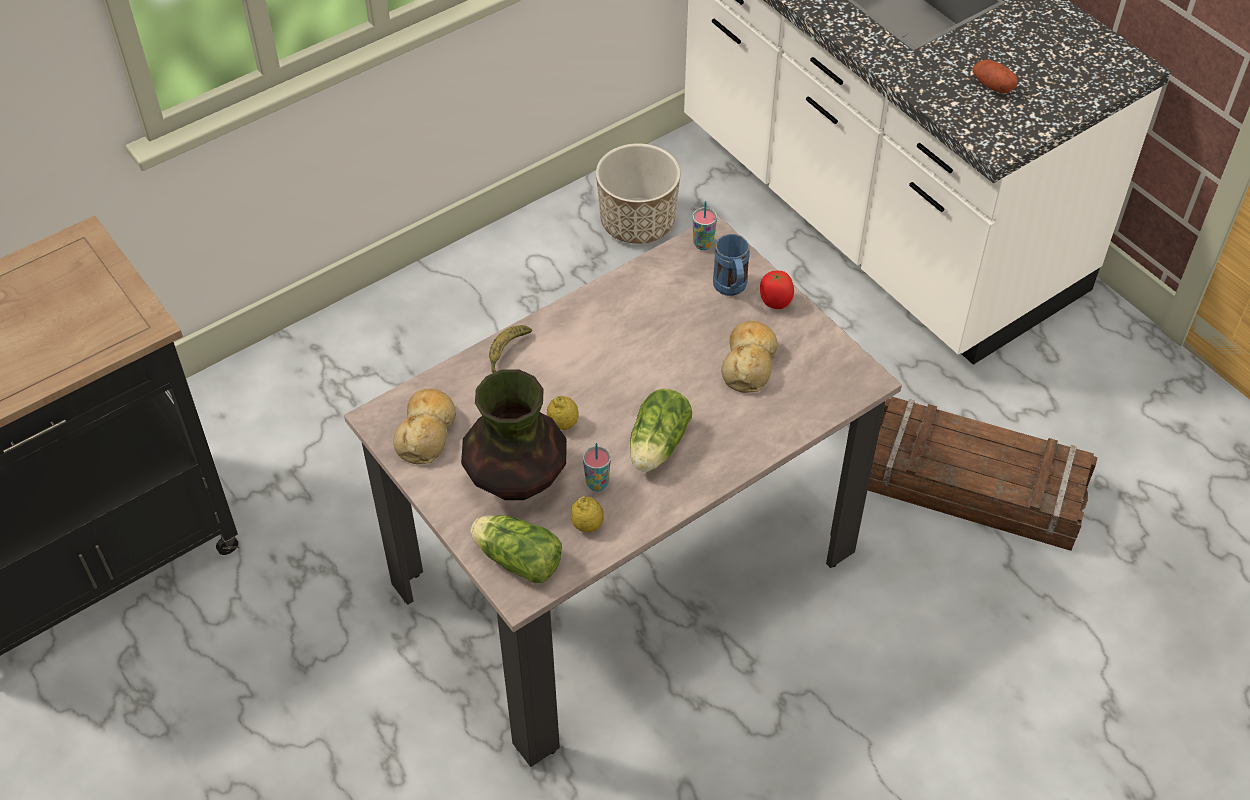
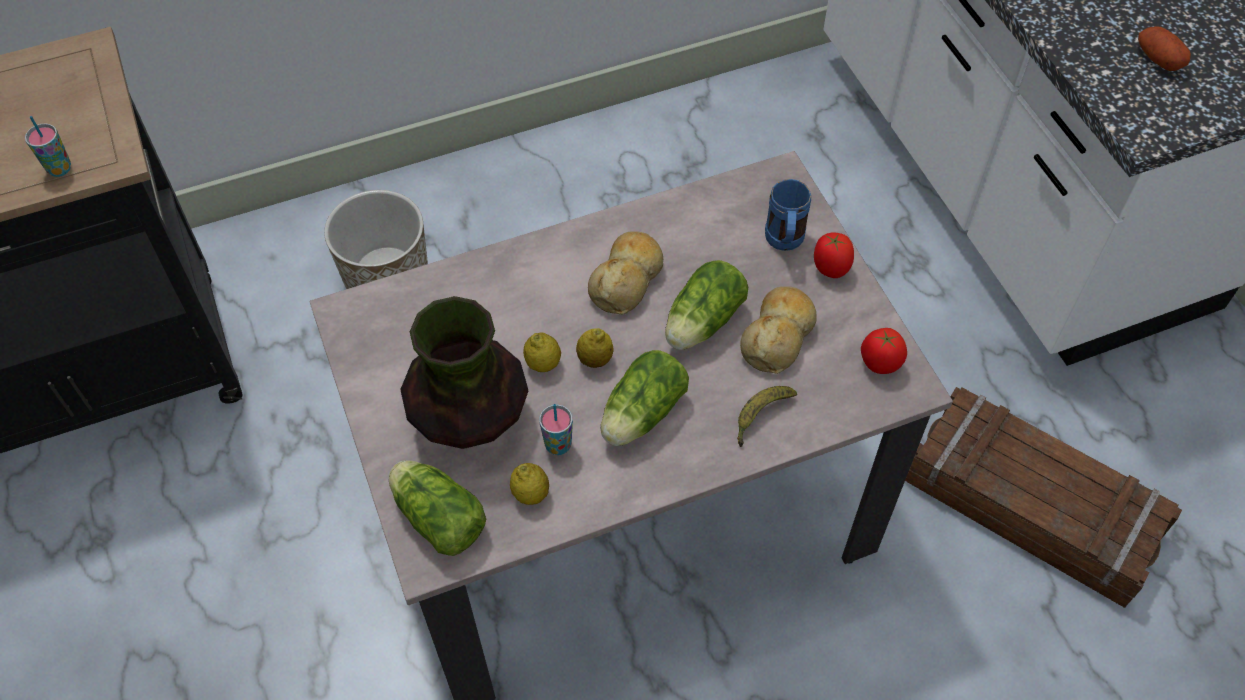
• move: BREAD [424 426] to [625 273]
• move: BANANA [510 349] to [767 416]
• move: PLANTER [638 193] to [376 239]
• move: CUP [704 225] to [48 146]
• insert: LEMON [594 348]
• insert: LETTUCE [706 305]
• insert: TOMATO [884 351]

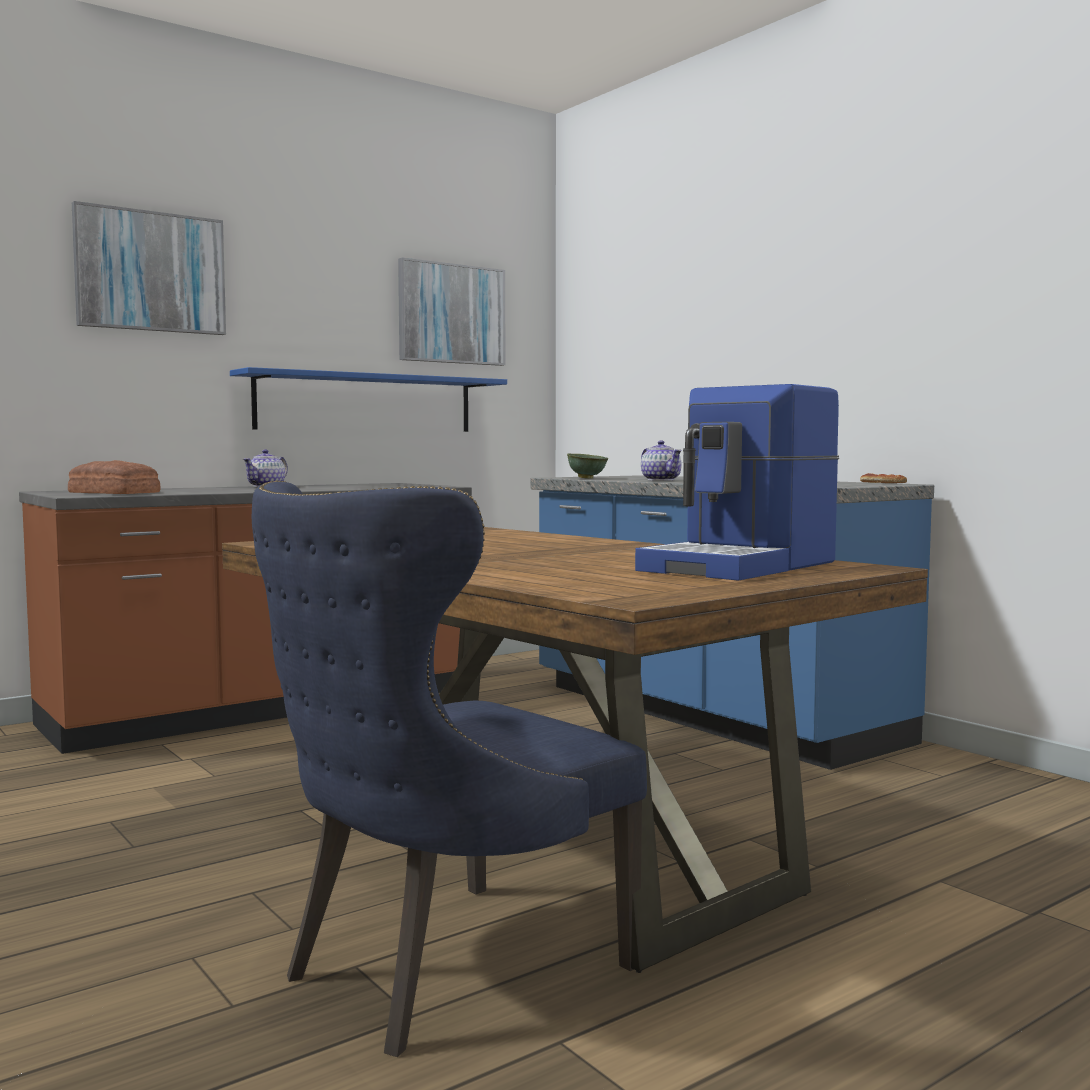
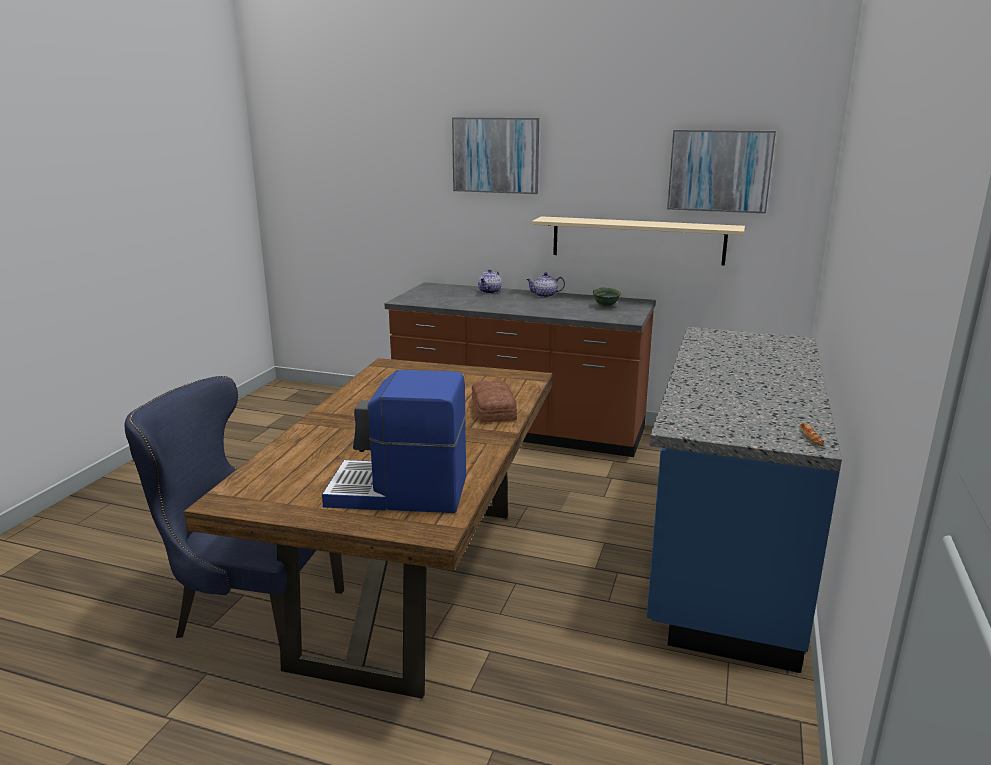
• move: BREAD [114 477] to [494 401]
• recolor: BLUE SHELF [368 399] to BEIGE SHELF [638 241]
• move: GREEN BOWL [587 466] to [607 298]
• move: TEAPOT [661 460] to [490 281]

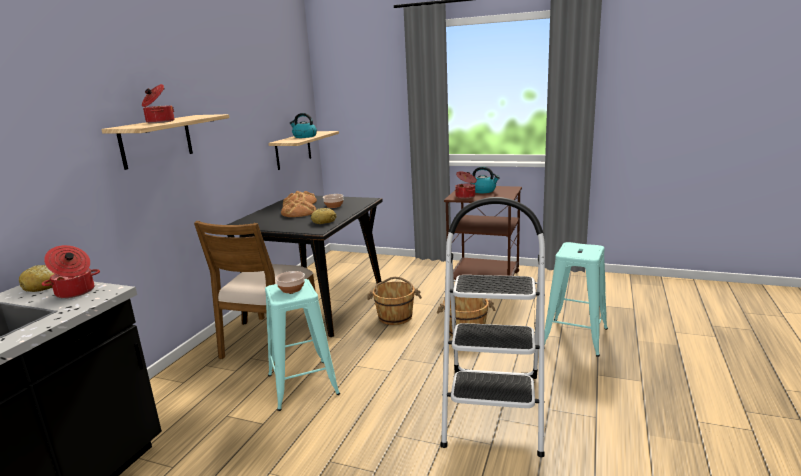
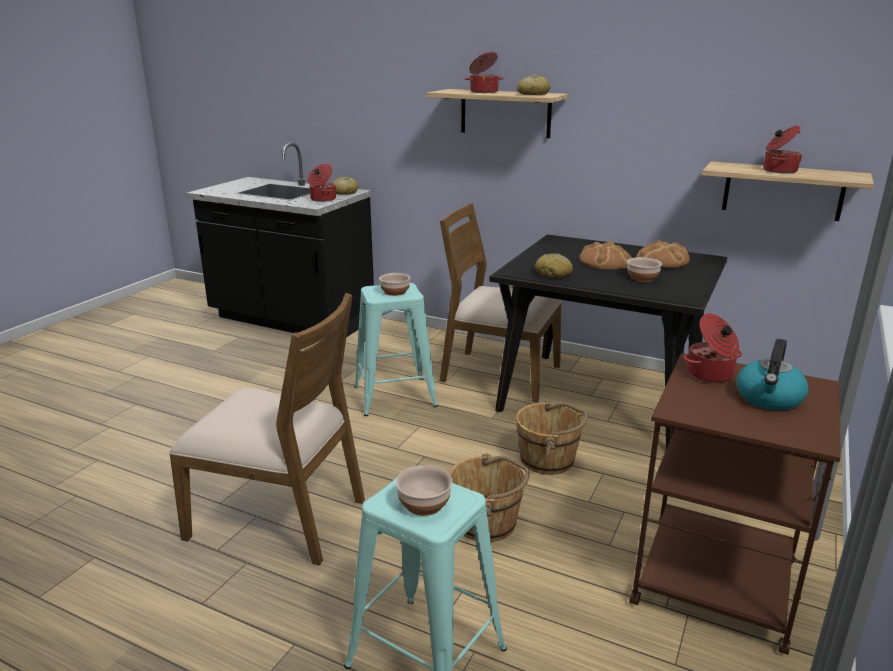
• replace: KETTLE [303 125] to COOKING POT [782 149]
• replace: STEP LADDER [493 327] to BROWN CHAIR [267 429]
• insert: BOWL [424 490]
• insert: BREAD [533 84]

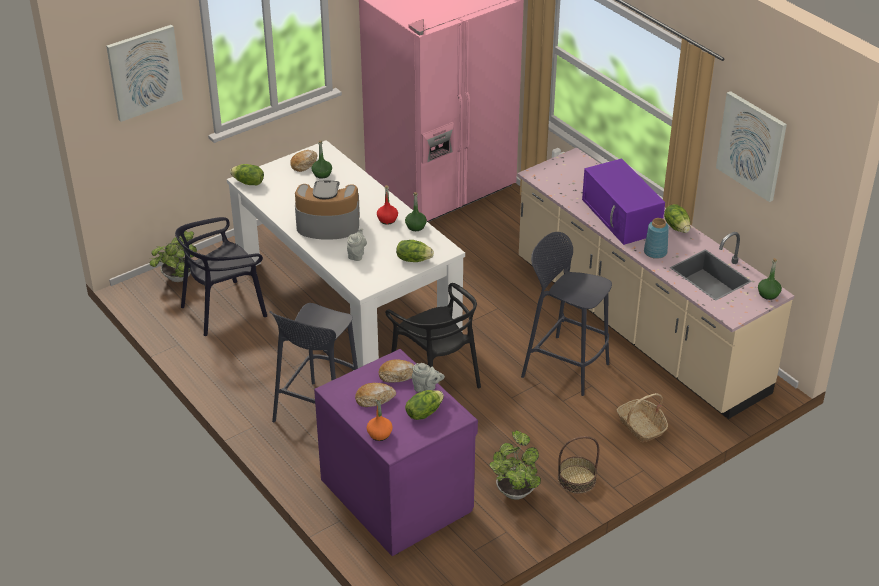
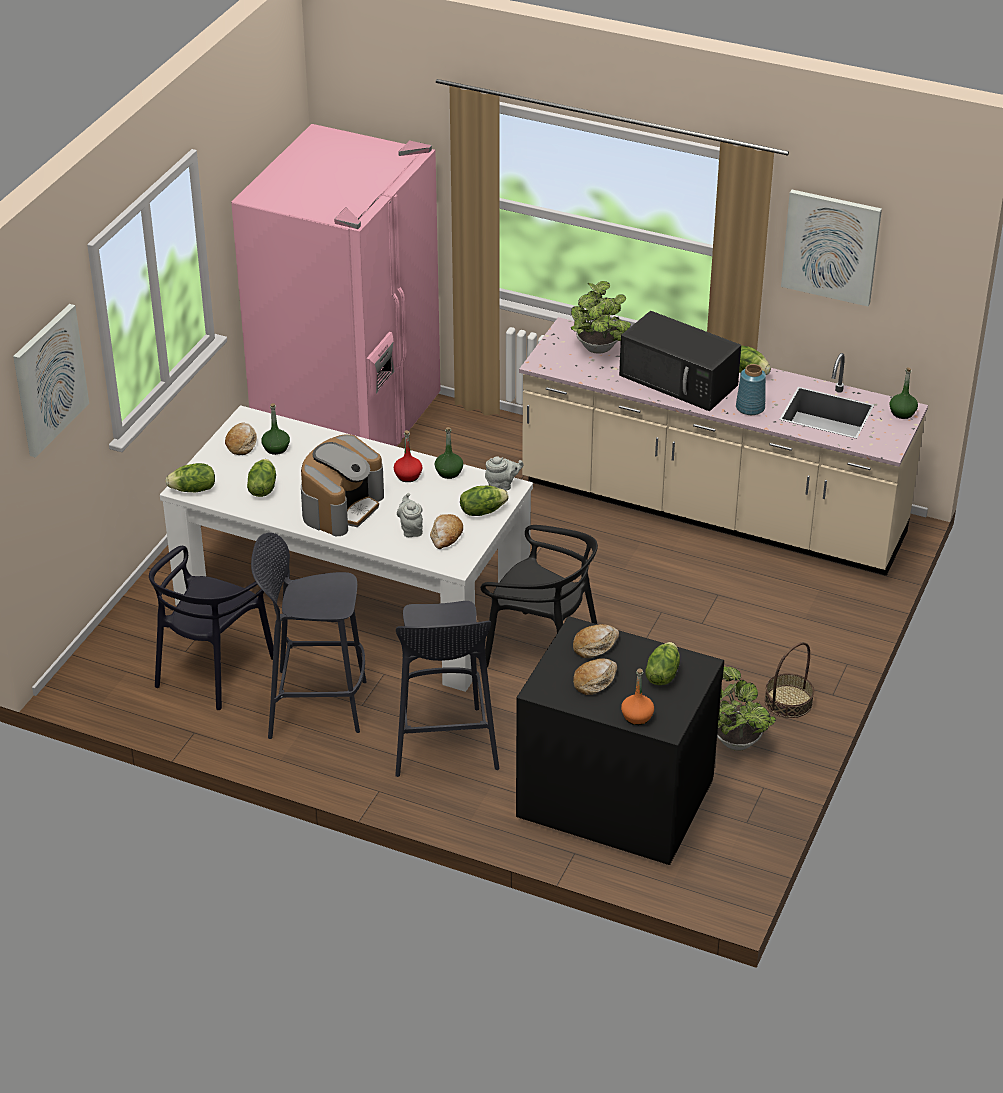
• move: POTTED PLANT [173 256] to [601 317]
• rotate: COFFEE MACHINE [327 210] = [342 485] 150 degrees clockwise
• recolor: PURPLE WASHING MACHINE [396 452] to BLACK WASHING MACHINE [620 740]
• move: GREY TEAPOT [428 377] to [504 473]
• move: GREY STOOL [566 314] to [309 636]
• recolor: PURPLE MICROWAVE [623 201] to BLACK MICROWAVE [680 361]
• delete: BASKET [642 417]
• insert: LETTUCE [261 478]
• insert: BREAD [446 531]

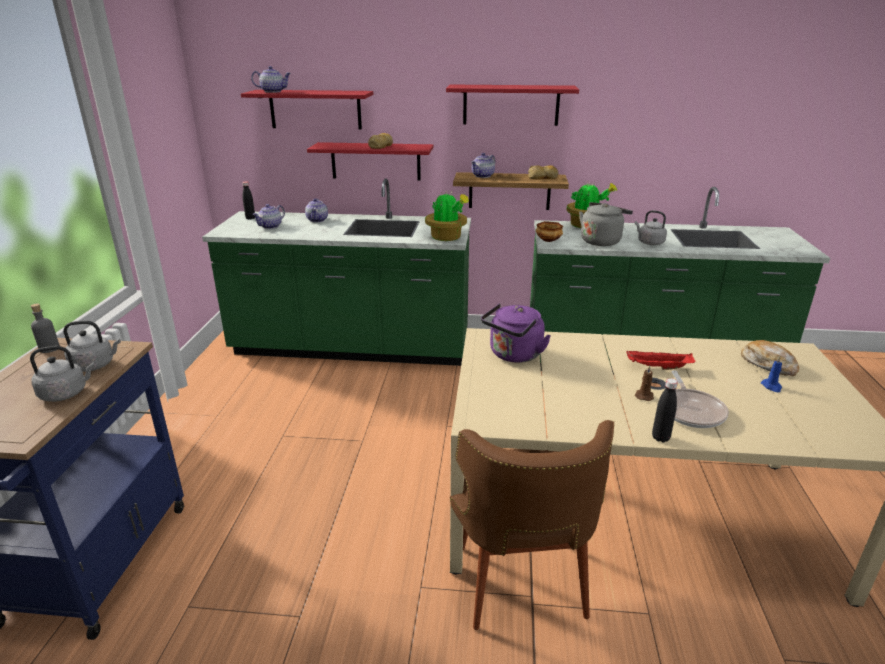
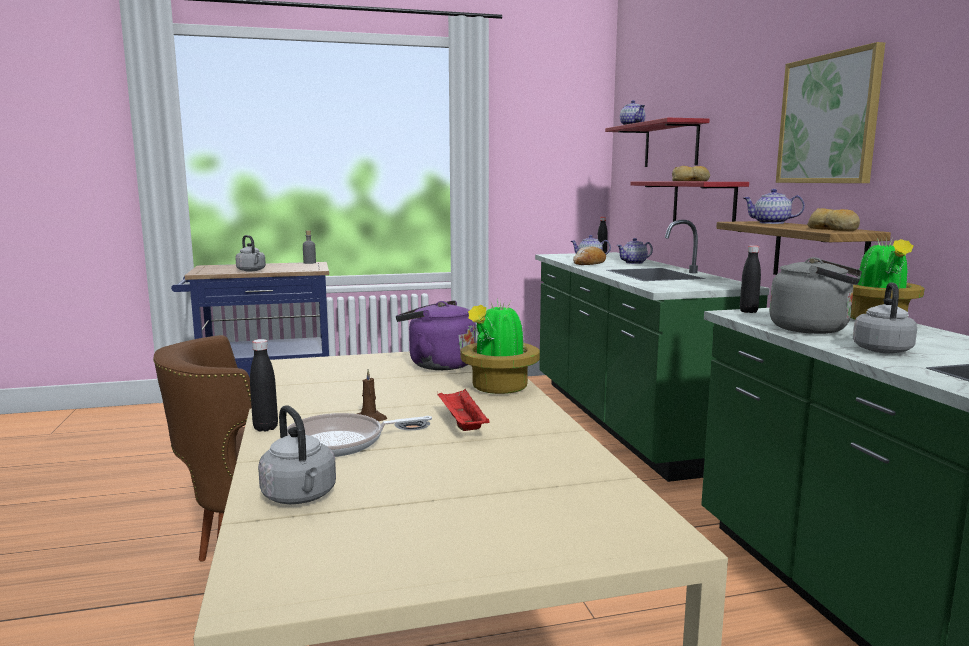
• move: GREY KETTLE [92 346] to [297 454]
• move: POTTED PLANT [447 215] to [500 346]
• replace: RED SHELF [512 105] to PICTURE [830 112]
• replace: BOWL [549 231] to BLACK BOTTLE [750 279]
• move: BREAD [770 358] to [589 256]
• delete: BLUE CANDLE [771 374]

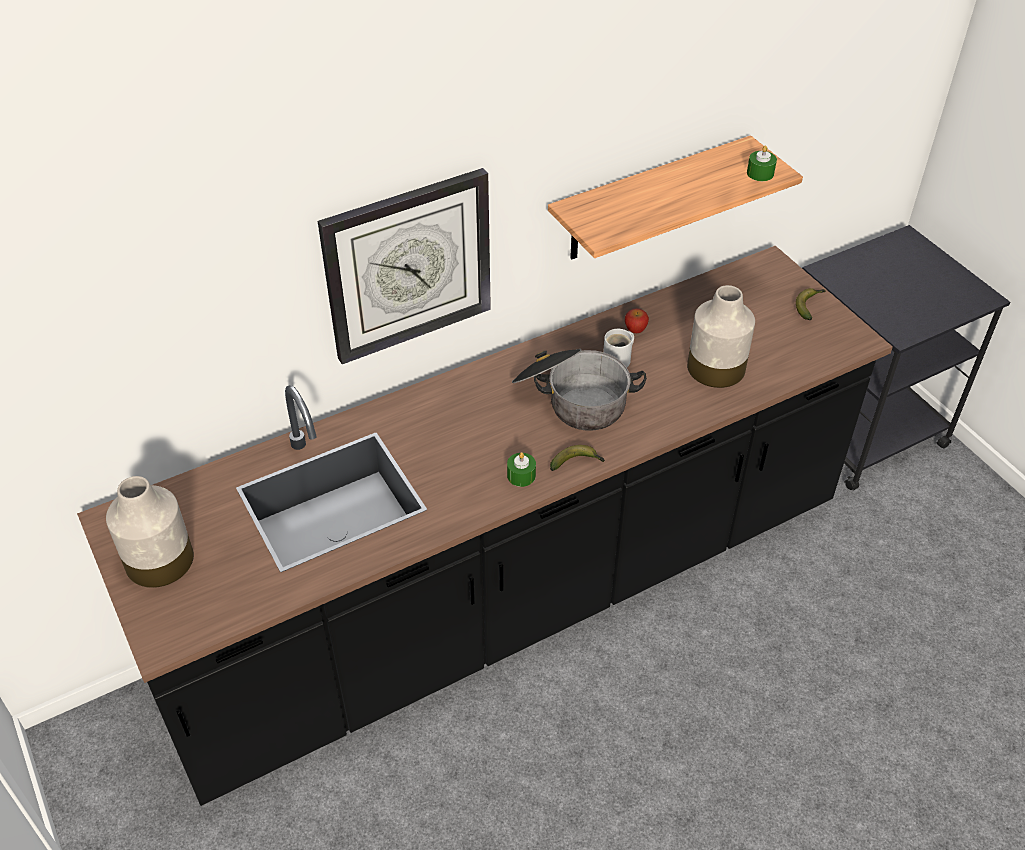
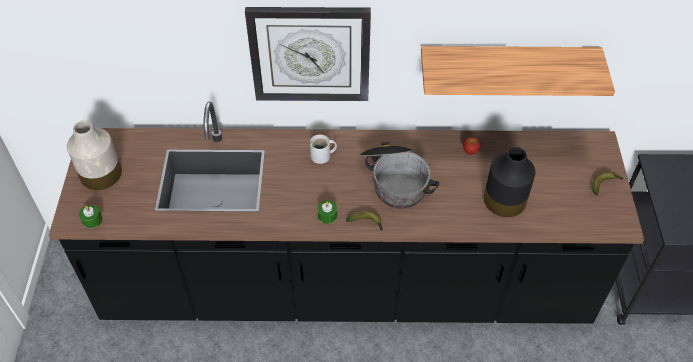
• move: WHITE MUG [618 348] to [323 149]
• recolor: BEIGE VASE [721 336] to BLACK VASE [509 182]
• move: GREEN CANDLE [762 163] to [90 216]

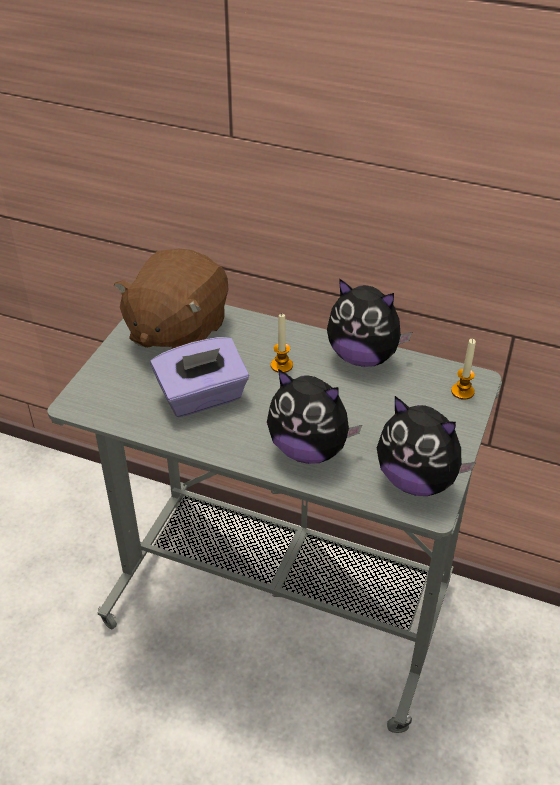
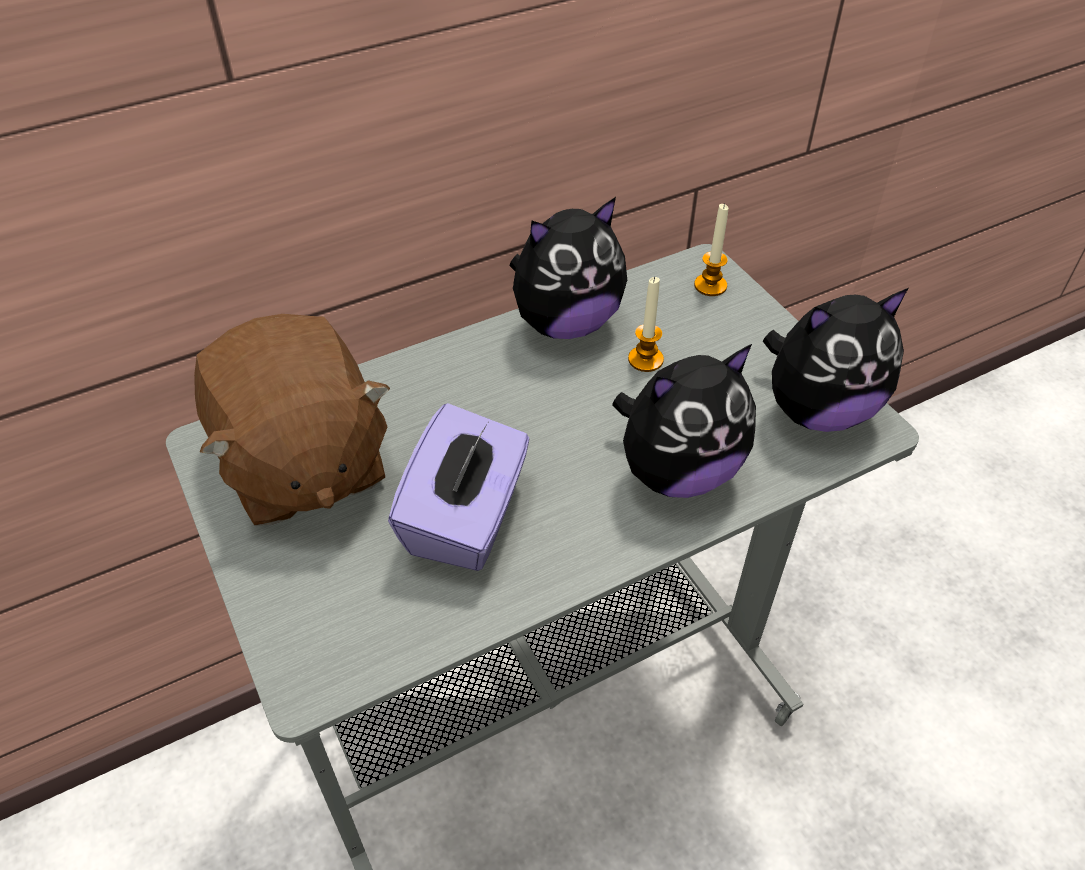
• move: CANDLE [282 343] to [646 324]

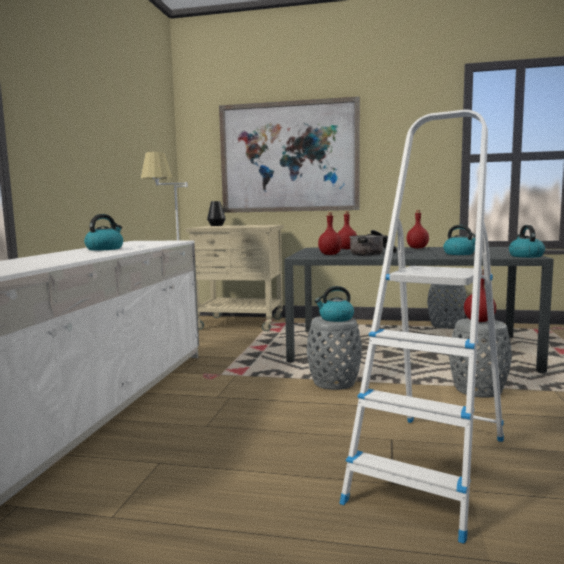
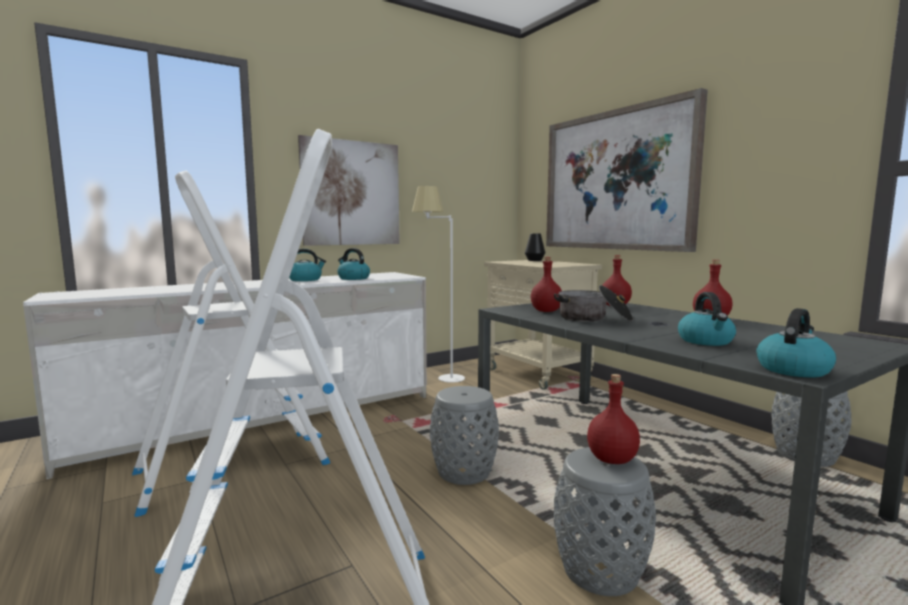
• move: KETTLE [334 304] to [353 264]
• insert: WHITE STEP LADDER [231 344]
• insert: PICTURE [349 190]

